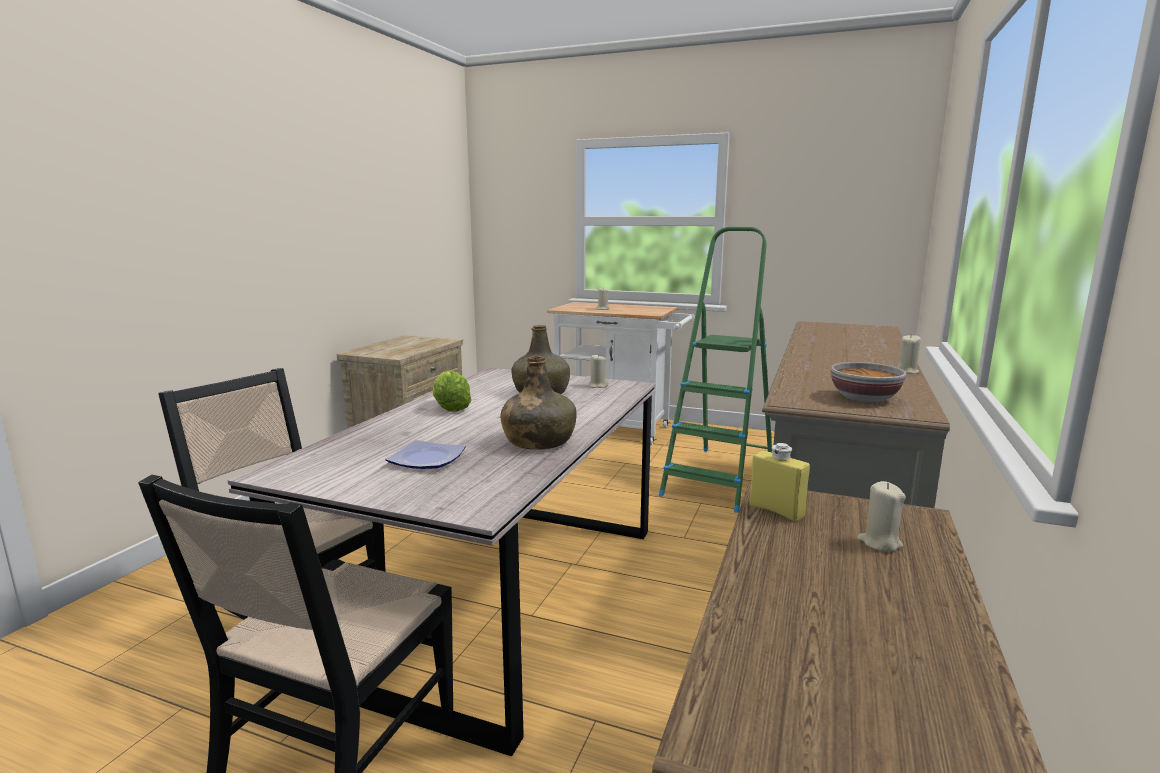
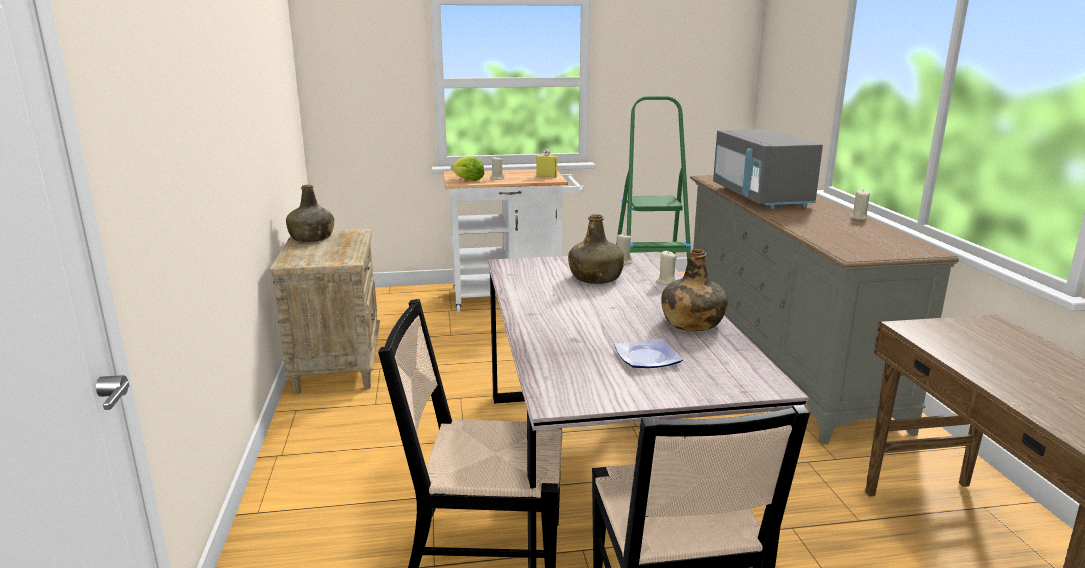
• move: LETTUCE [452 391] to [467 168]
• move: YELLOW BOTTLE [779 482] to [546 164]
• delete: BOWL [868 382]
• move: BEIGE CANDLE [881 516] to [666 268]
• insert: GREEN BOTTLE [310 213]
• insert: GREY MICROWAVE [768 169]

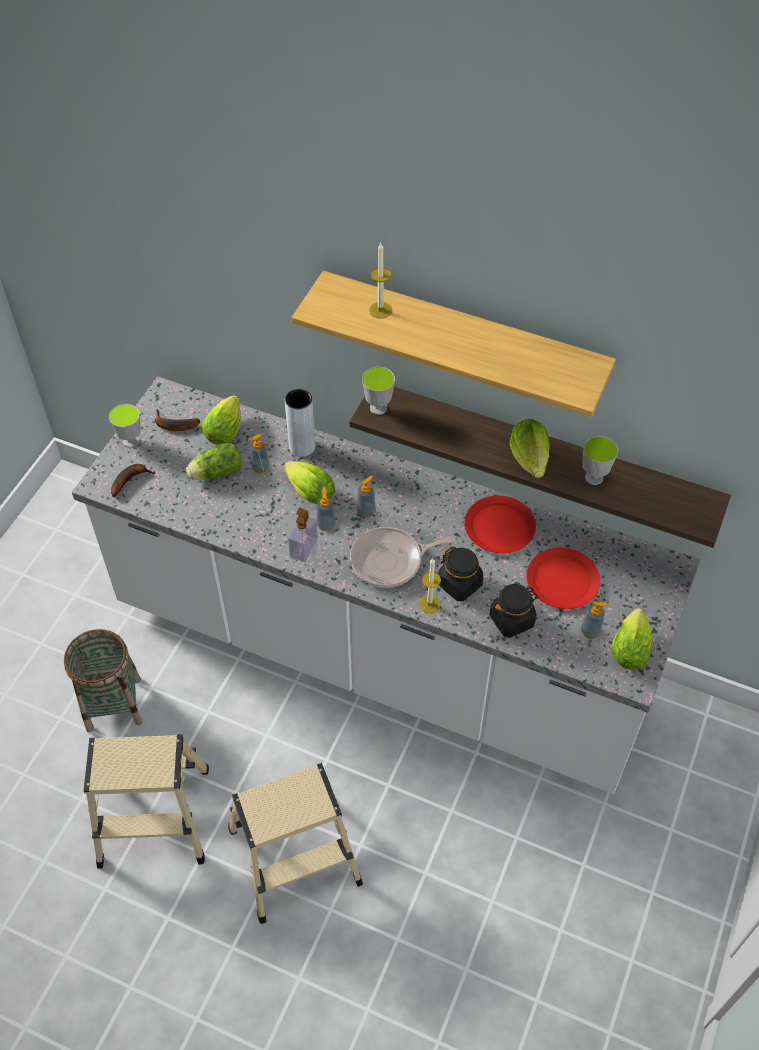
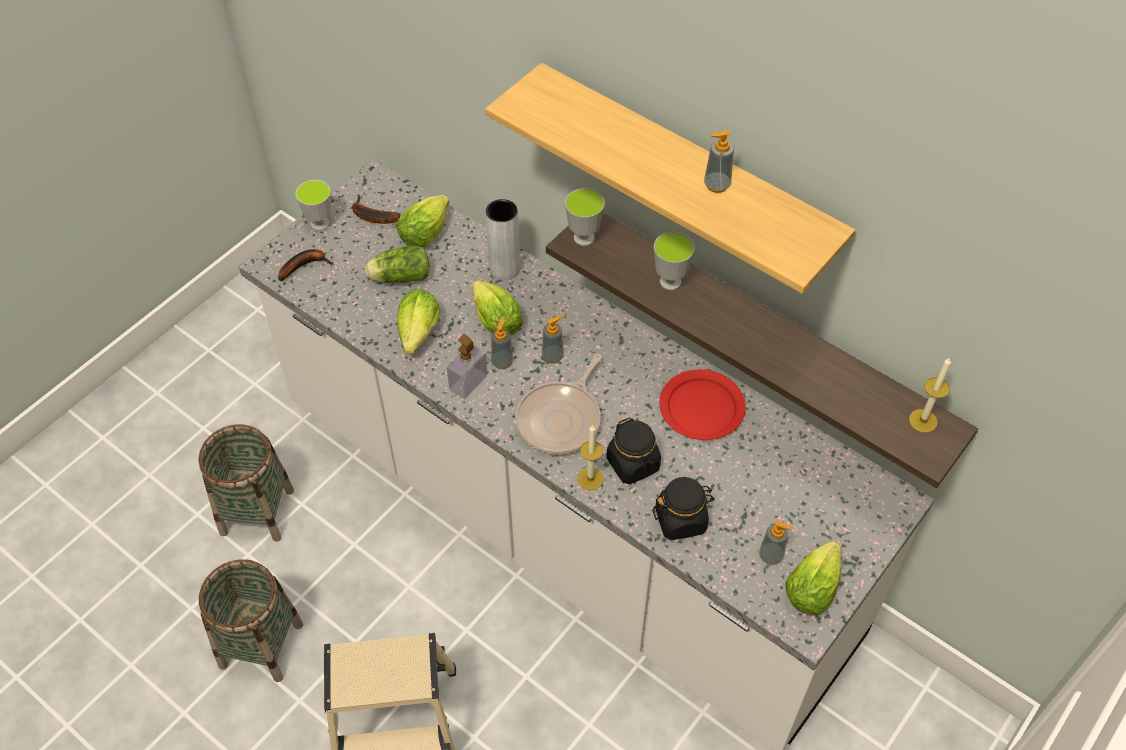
• replace: BEIGE STEP LADDER [146 801] to BASKET [251 620]
• move: SOAP DISPENSER [259 453] to [719 161]
• rotate: FRYING PAN [402 557] = [558 404] 60 degrees counterclockwise
• move: CANDLE [380 281] to [930 395]
• move: LETTUCE [530 448] to [419 321]
• delete: RED PLATE [564 578]
• move: CUP [600 460] to [674 261]

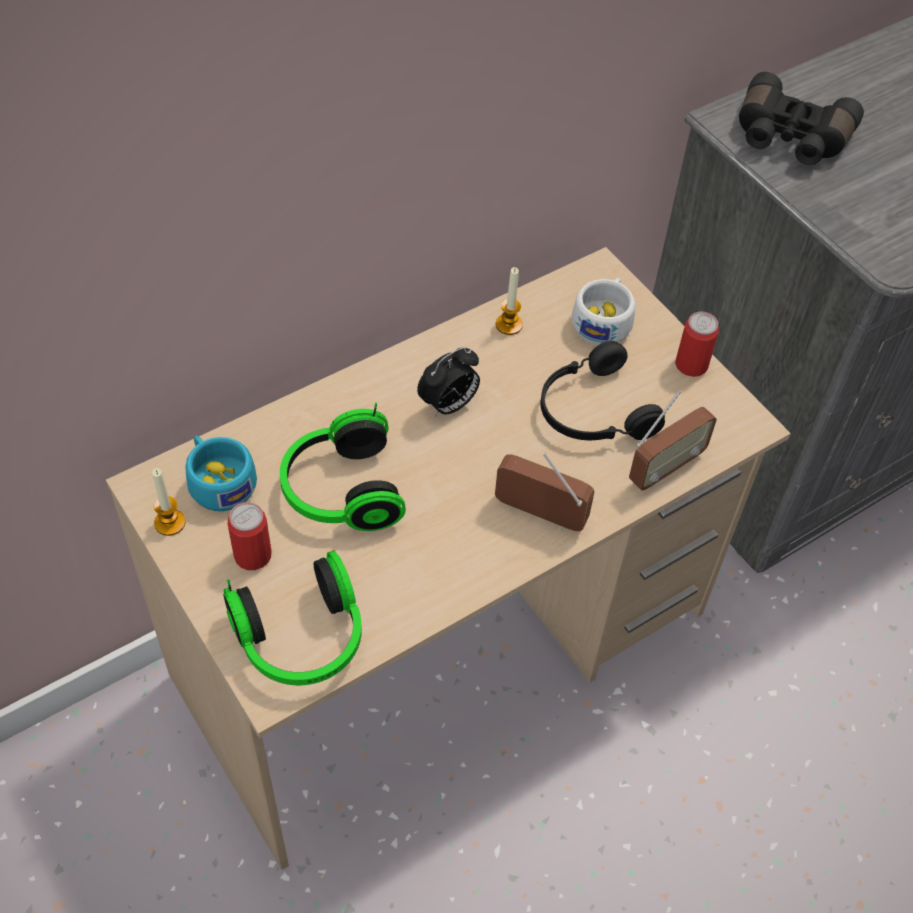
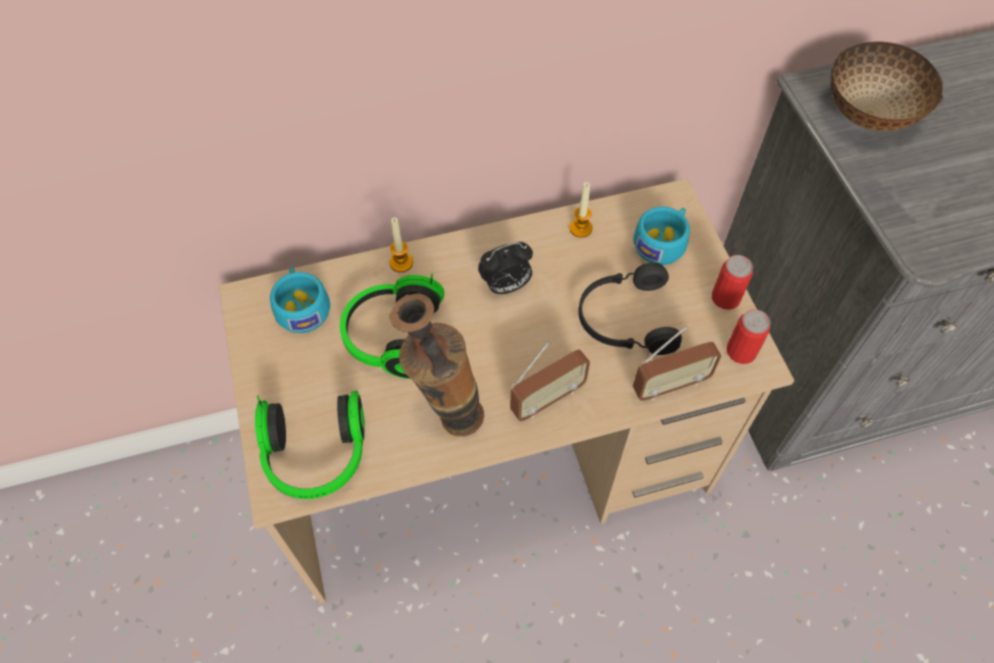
• move: CANDLE [168 502] to [401 244]
• move: CAN [249 536] to [748 336]
• rotate: RADIO [545 492] = [550 381] 105 degrees clockwise
• recolor: WHITE CUP [603 311] to TURQUOISE CUP [661 236]
• replace: BLACK BINOCULARS [801 118] to BOWL [887 86]
• insert: VASE [436 365]

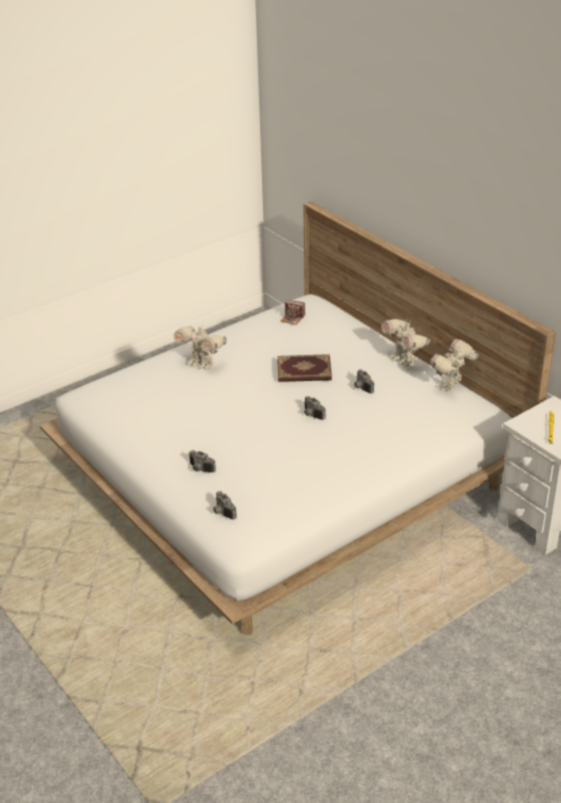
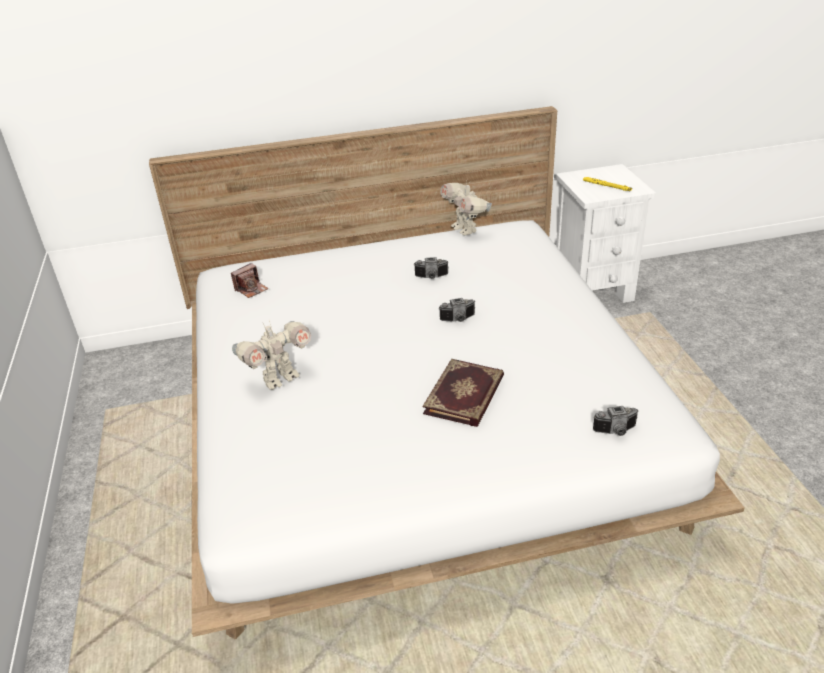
• delete: PHOTO CAMERA [202 461]
• move: BOOK [304 368] to [463 393]
• delete: TOY ROBOT [405 343]

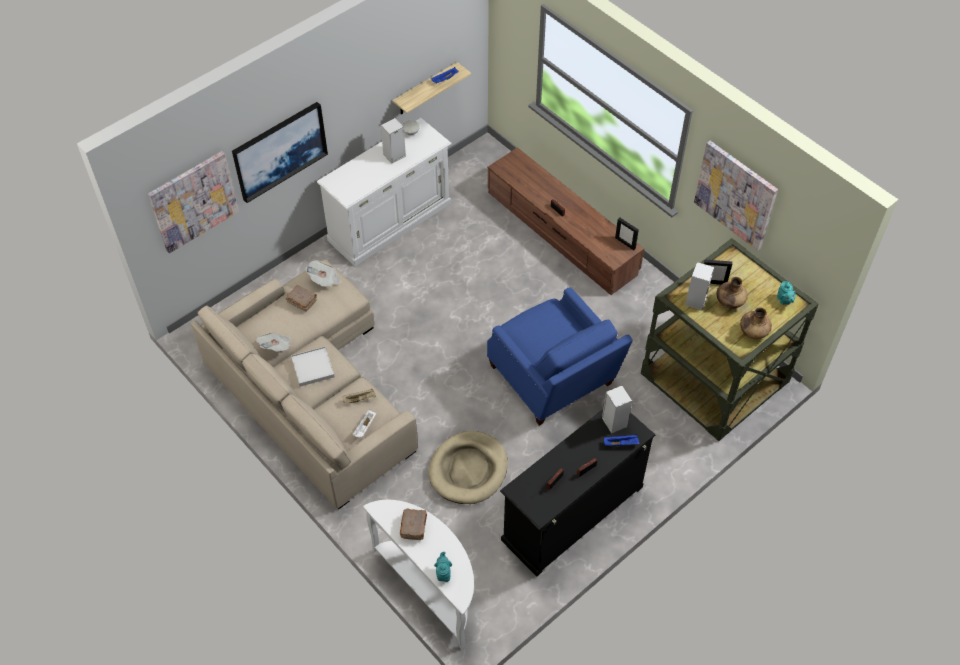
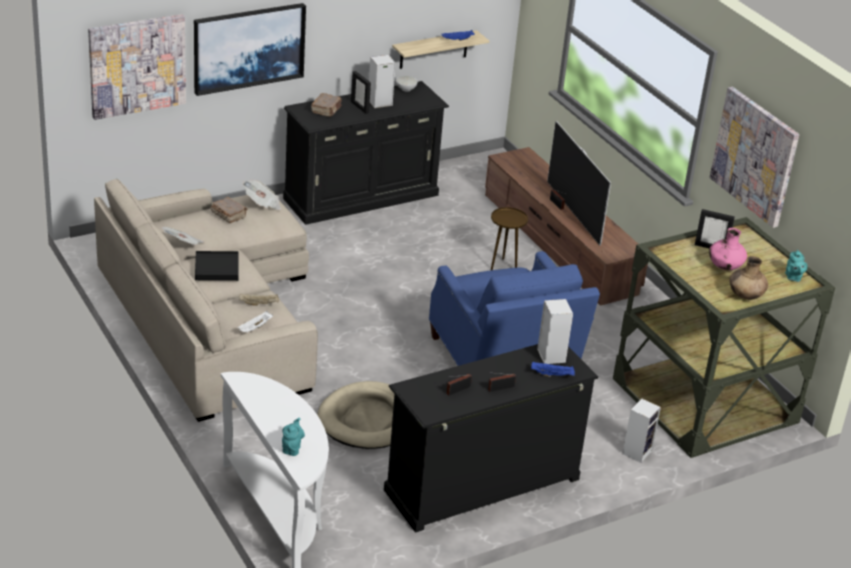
• recolor: WHITE TRAY [313 366] to BLACK TRAY [217 266]
• recolor: WHITE CABINET [384 192] to BLACK CABINET [366 153]
• move: BROWN BOOK [413 524] to [326 105]
• move: PICTURE FRAME [627 233] to [361 92]
• move: SPEAKER [699 286] to [641 431]
• recolor: BROWN VASE [732 293] to PINK VASE [728 249]
• insert: BROWN SIDE TABLE [509 238]
• insert: TELEVISION [579 183]

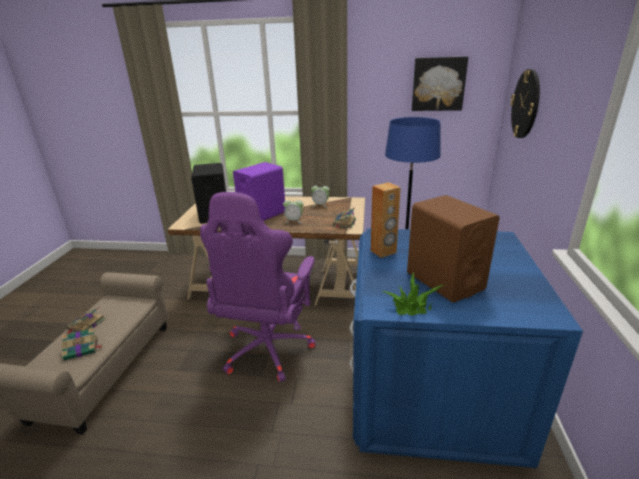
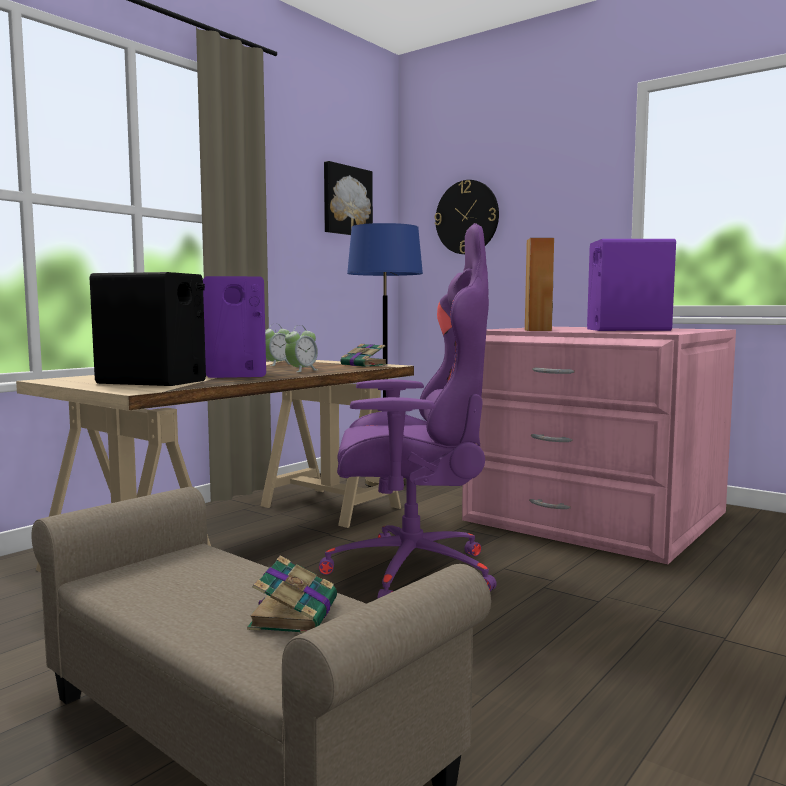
• delete: BOOK [86 320]
• rotate: PURPLE OFFICE CHAIR [257 287] = [407 411] 45 degrees counterclockwise
• recolor: BLUE DRESSER [466 348] to PINK DRESSER [599 445]
• delete: POTTED PLANT [412 294]
• recolor: BROWN SPEAKER [453 249] to PURPLE SPEAKER [631 285]

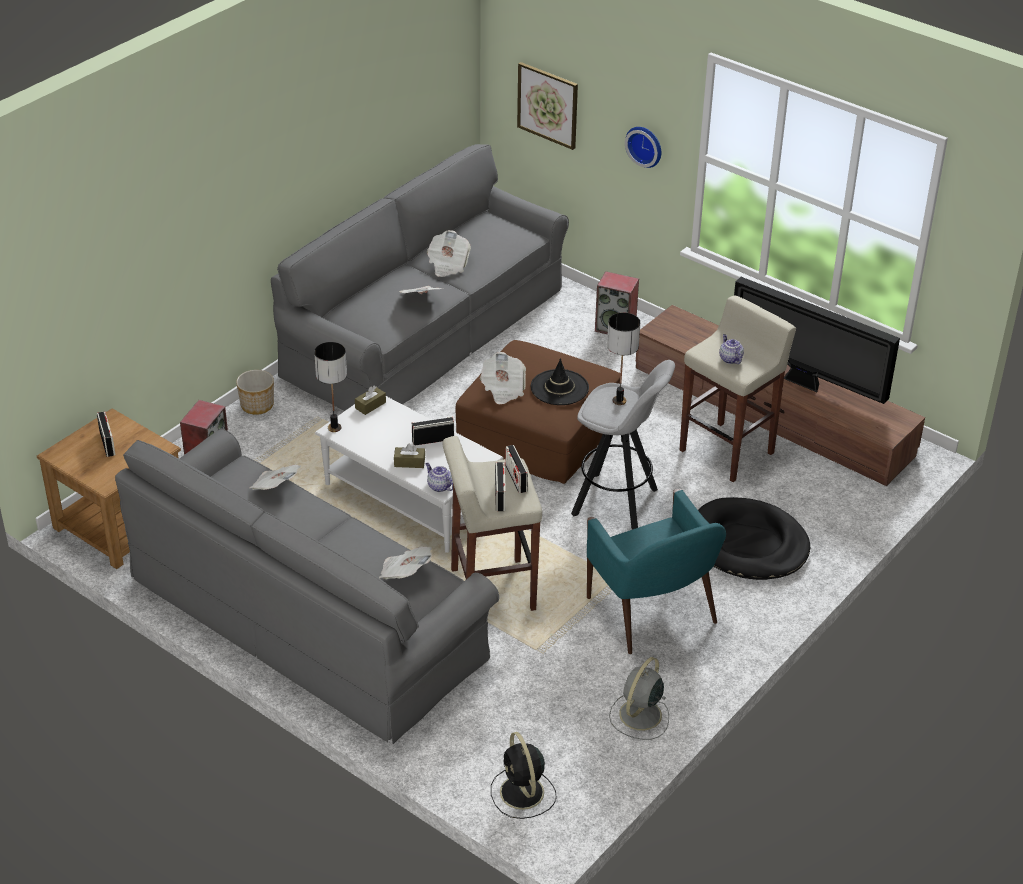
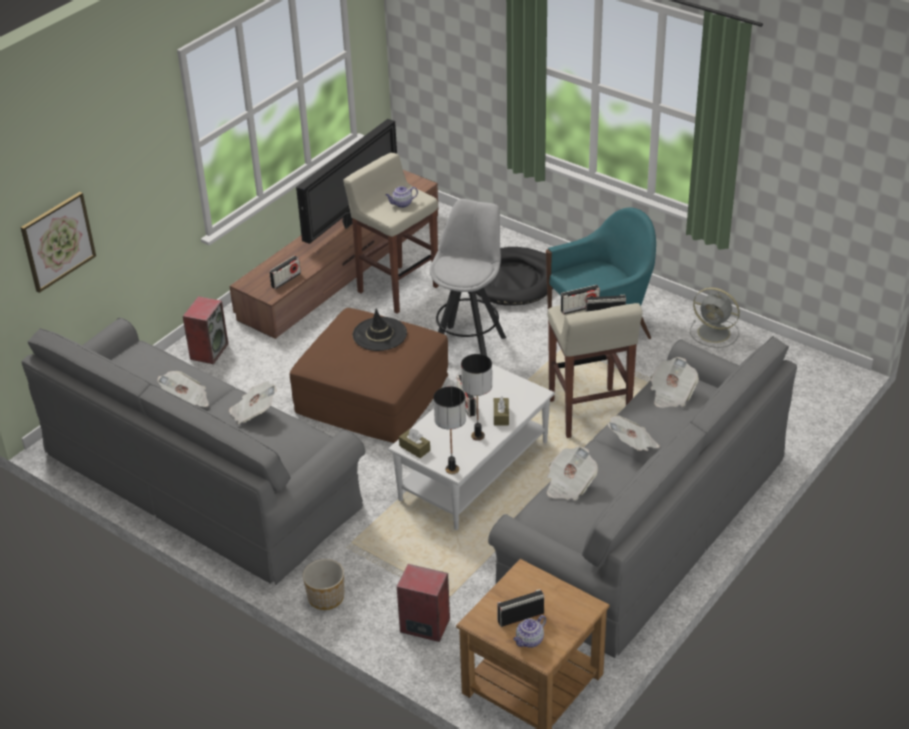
• move: TEAPOT [439 477] to [529 631]
• move: NEWSPAPER [503 378] to [633 433]
• delete: BLACK FAN [523 775]
• move: TABLE LAMP [623 358] to [476 397]
• delete: WALL CLOCK [643 147]
• insert: RADIO [285 272]

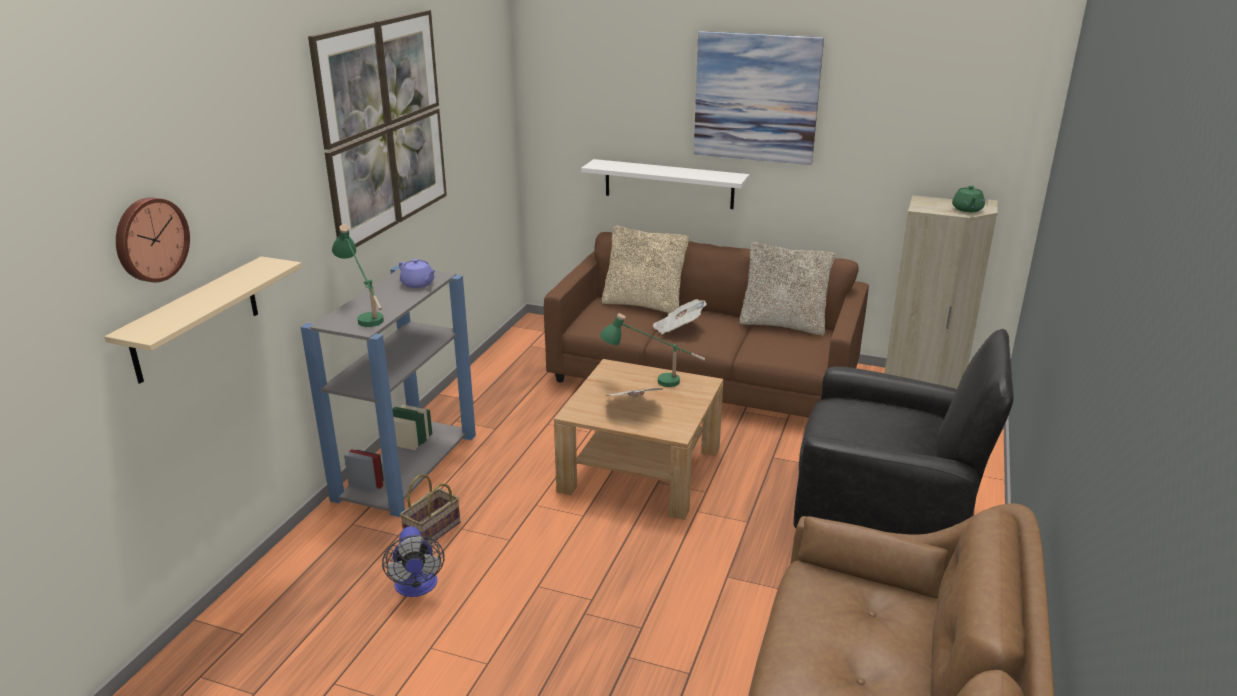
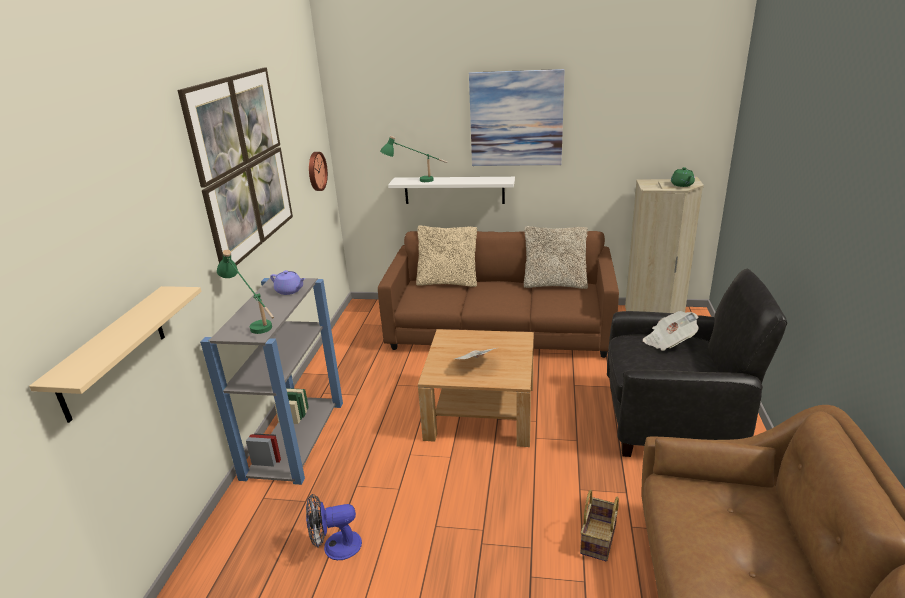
• move: WALL CLOCK [153 240] to [318 171]
• rotate: FAN [413 561] = [334 527] 105 degrees clockwise
• move: BASKET [430 509] to [599 525]
• move: GREEN TABLE LAMP [652 350] to [414 159]
• move: NEWSPAPER [680 316] to [671 331]

